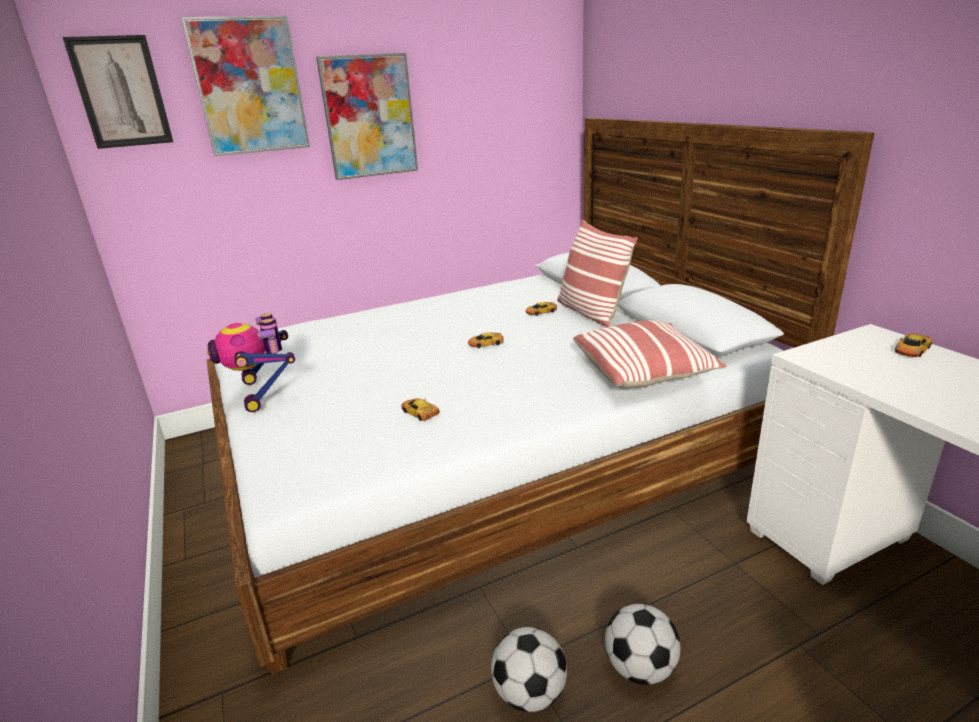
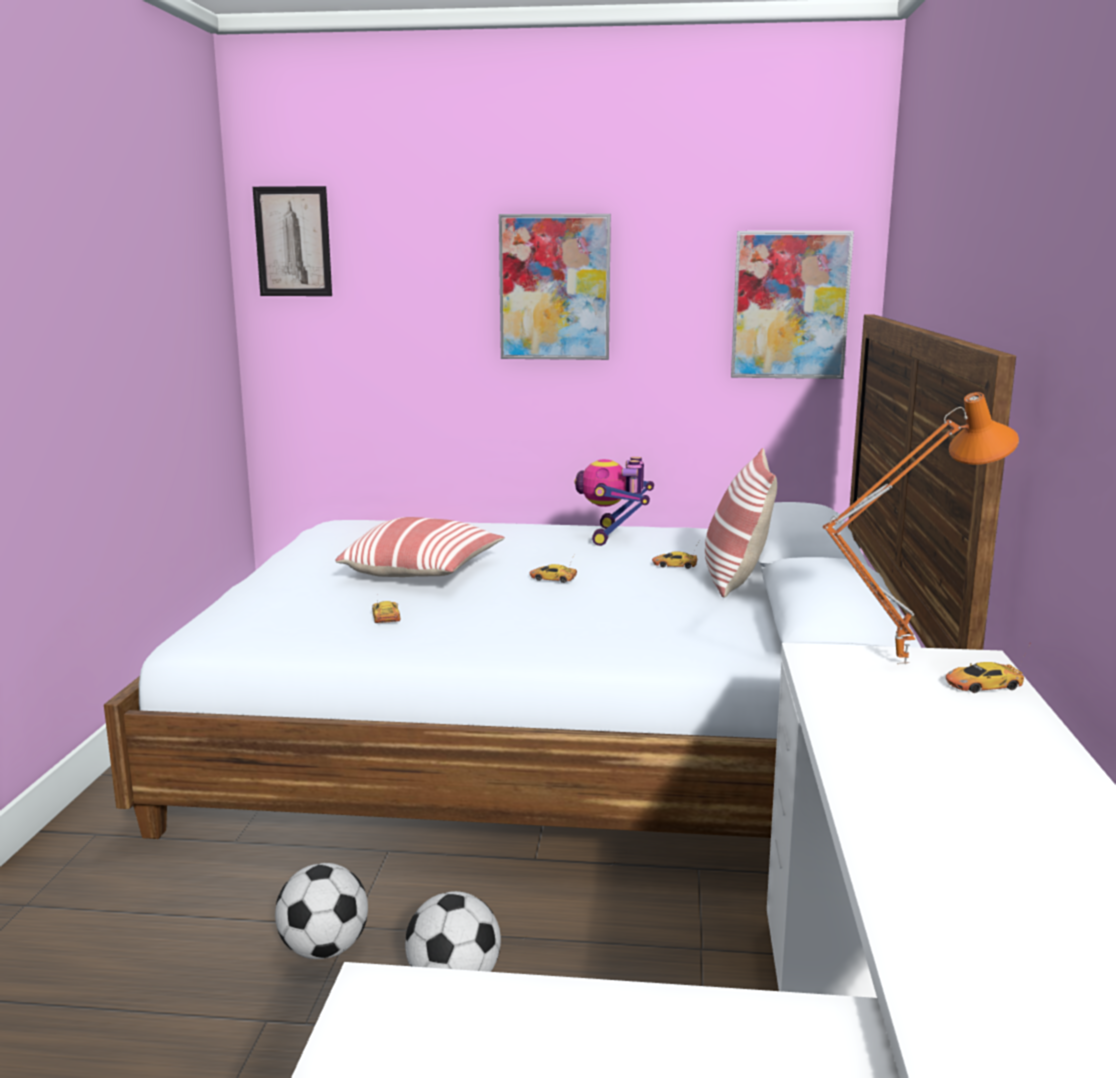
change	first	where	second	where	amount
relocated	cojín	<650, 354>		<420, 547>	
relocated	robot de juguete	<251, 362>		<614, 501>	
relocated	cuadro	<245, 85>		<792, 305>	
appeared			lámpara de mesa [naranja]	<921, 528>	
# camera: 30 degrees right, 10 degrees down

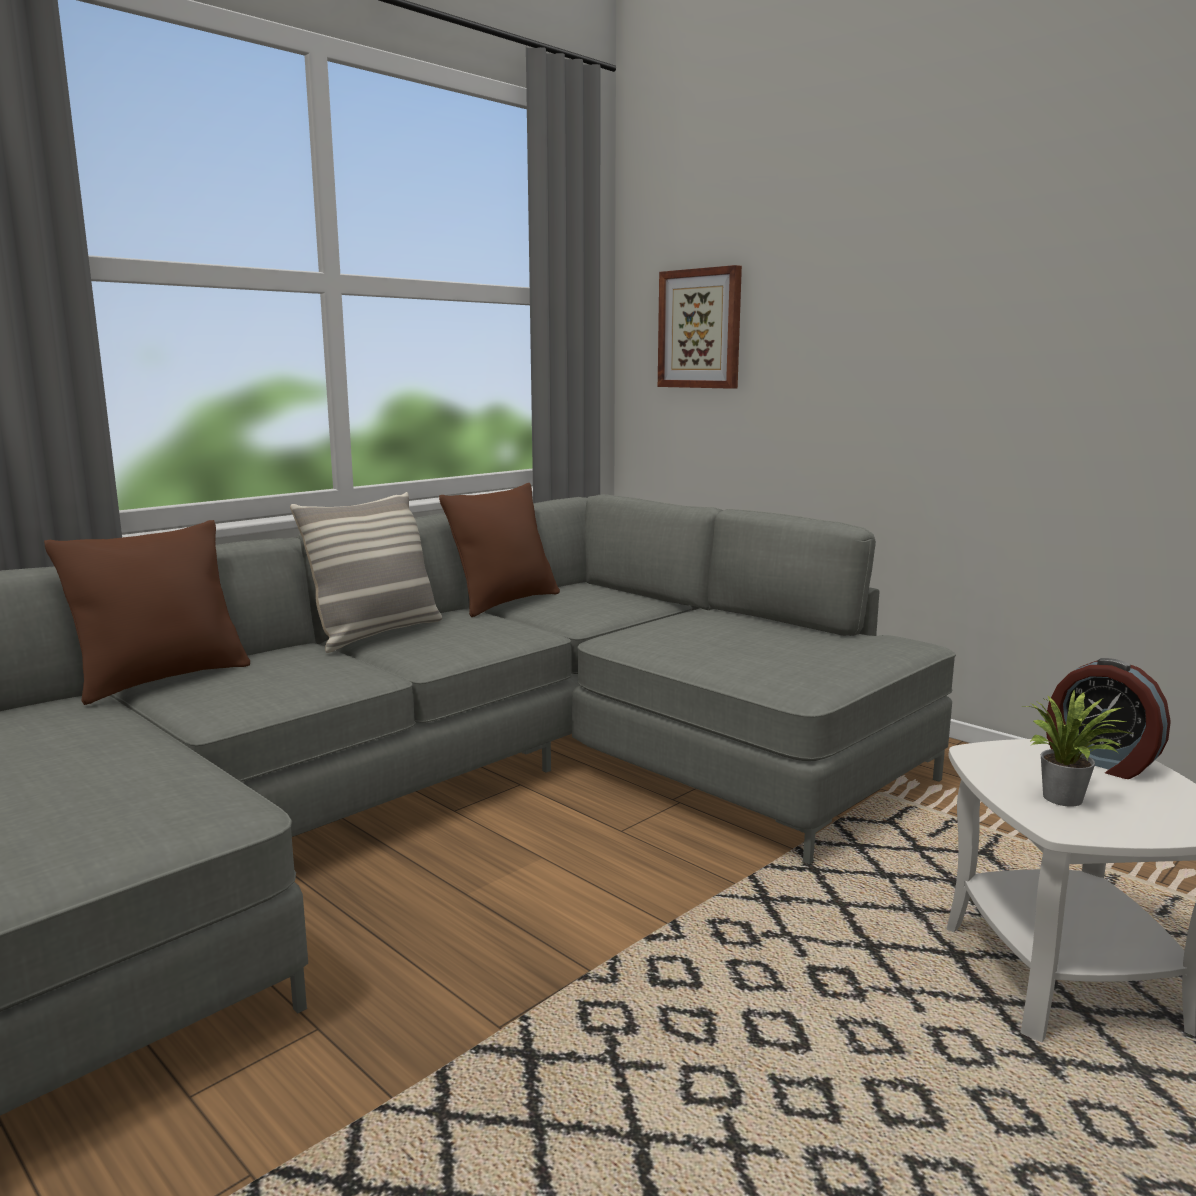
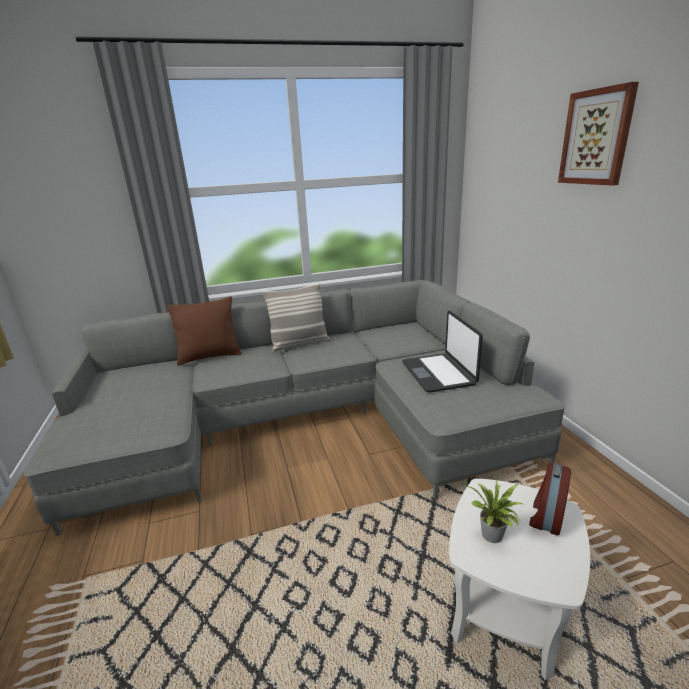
change	first	where	second	where	amount
appeared			portátil	<442, 352>	
spun	despertador	<1108, 718>		<550, 499>	45 degrees clockwise
relocated	cuadro	<700, 327>		<598, 134>	
missing	cojín [marrón]	<499, 550>			
# camera: 30 degrees right, 10 degrees up

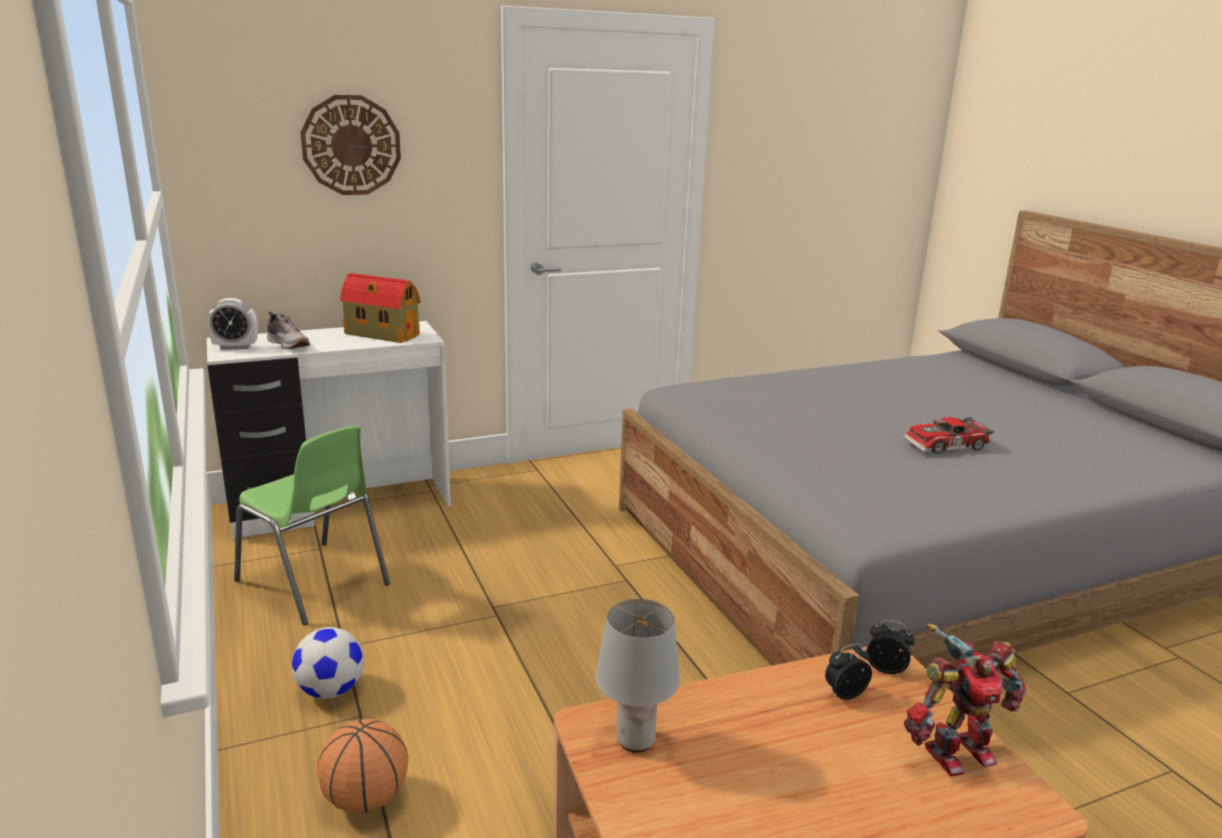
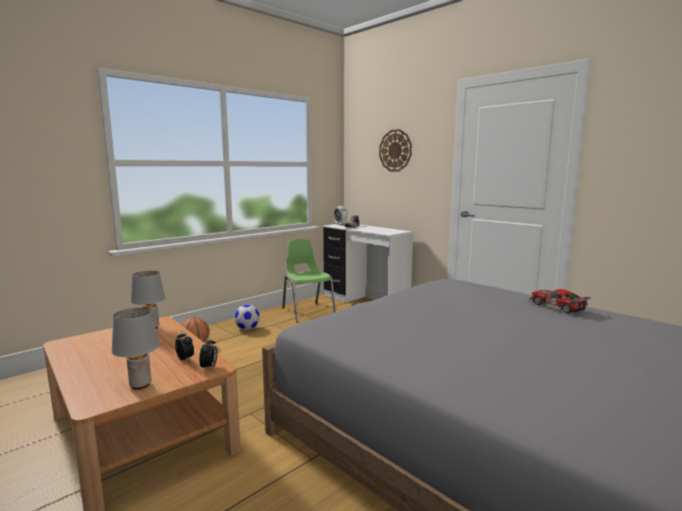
change	first	where	second	where	amount
exchanged	robot de juguete	<965, 700>	lámpara de mesa [gris]	<135, 348>	
spun	silla [verde]	<312, 525>		<309, 281>	135 degrees clockwise
relocated	coche de juguete	<948, 435>		<559, 301>	
missing	casita	<380, 308>			
# camera: 70 degrees right, 10 degrees down

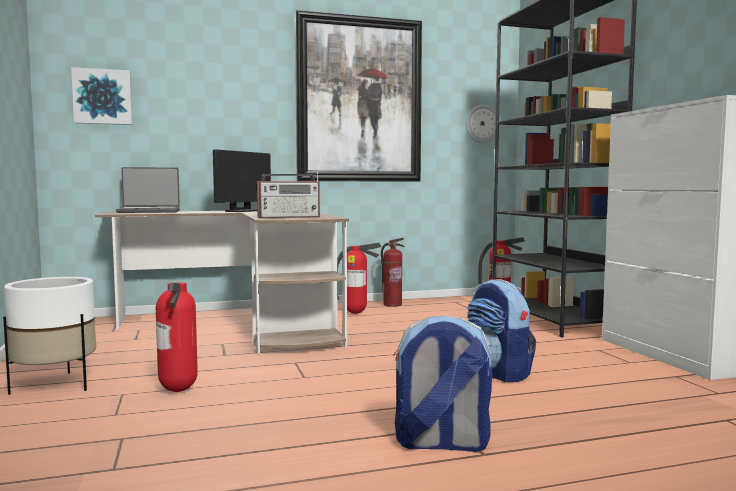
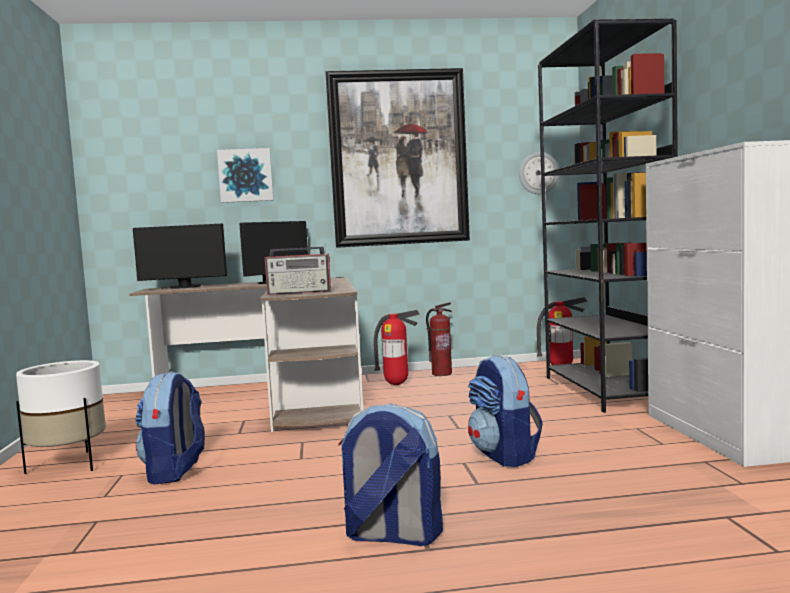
change	first	where	second	where	amount
exchanged	portátil	<148, 190>	monitor	<180, 256>	
exchanged	extintor	<177, 337>	mochila	<170, 428>	
relocated	cuadro	<101, 96>		<245, 175>	
# camera: 10 degrees right, 0 degrees up

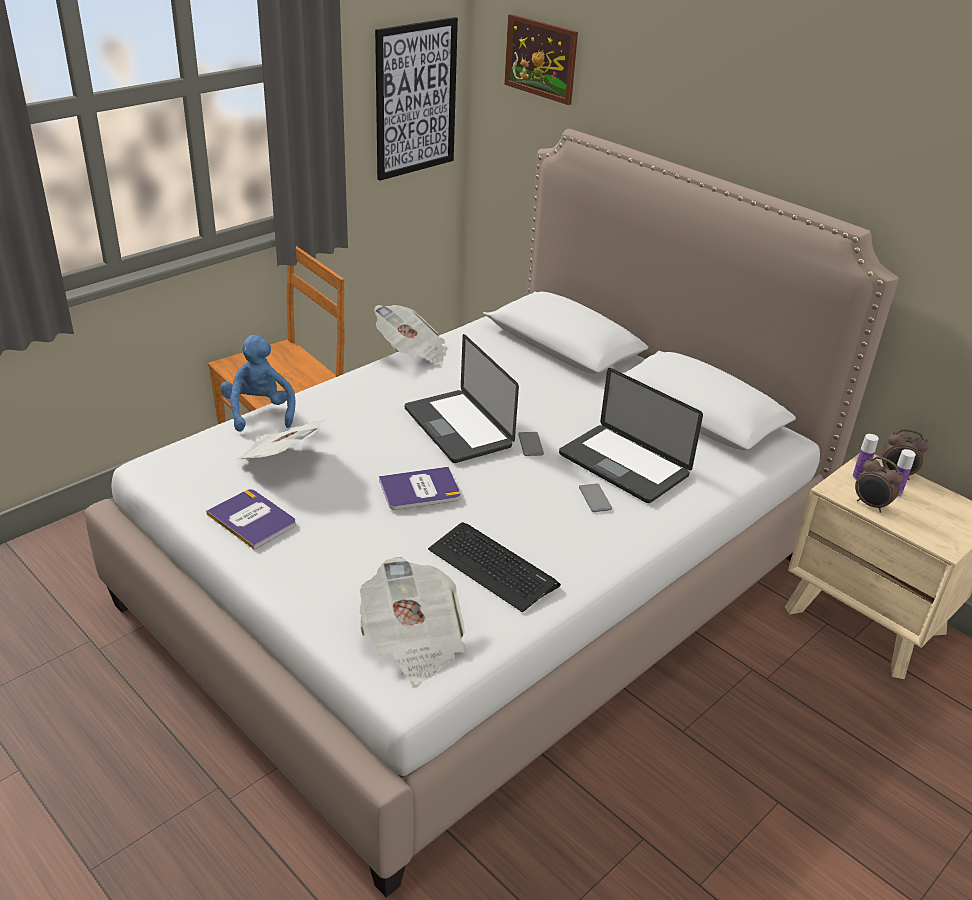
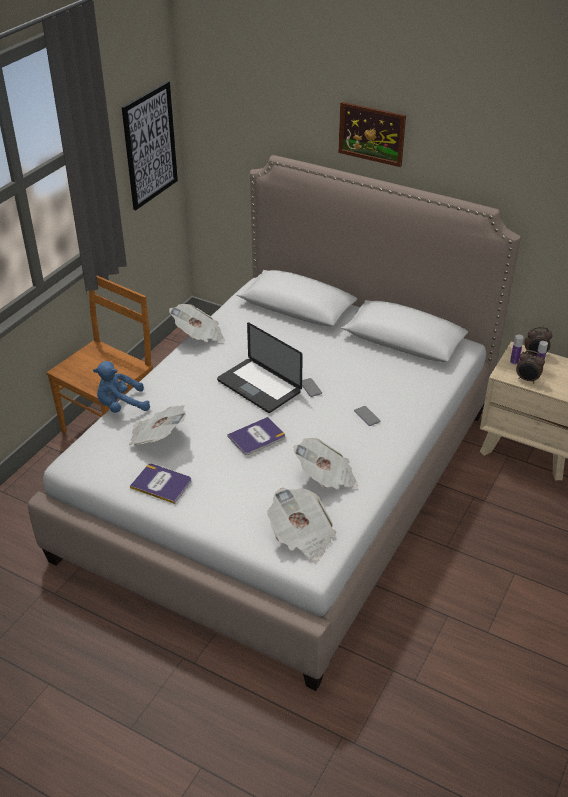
change	first	where	second	where	amount
spun	peluche [azul]	<258, 383>		<121, 387>	75 degrees counterclockwise
exchanged	teclado	<494, 567>	periódico	<325, 464>	
relocated	cuadro	<541, 59>		<372, 134>	
missing	portátil	<631, 435>			
# camera: 15 degrees left, 5 degrees up

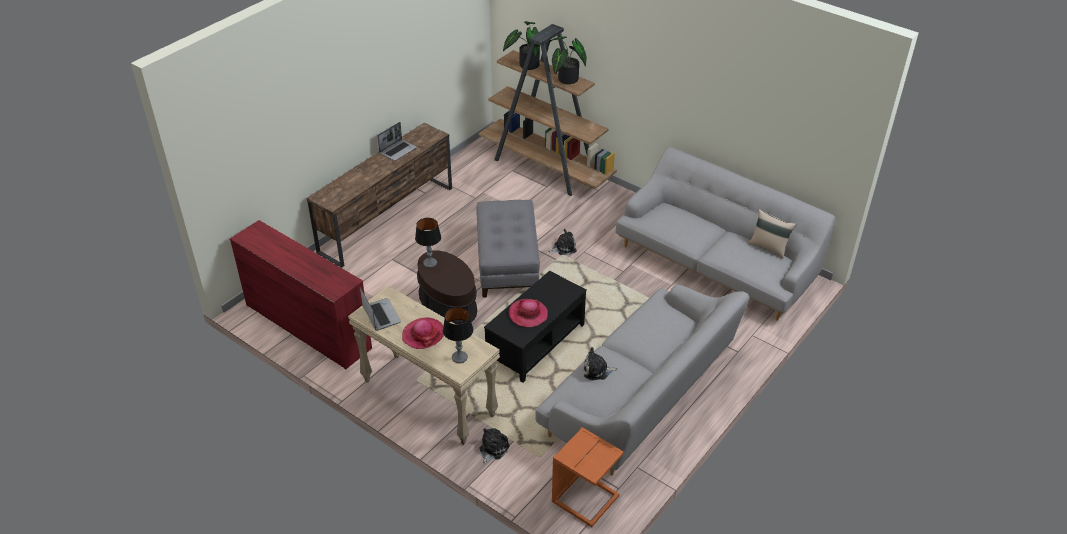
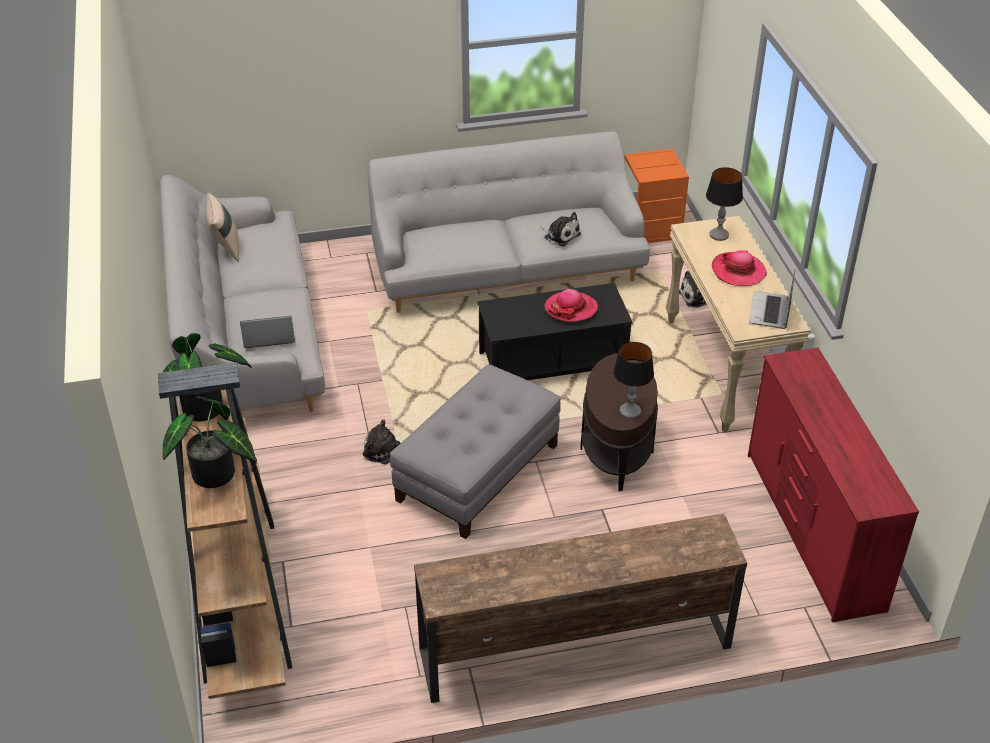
change	first	where	second	where	amount
relocated	portátil	<397, 141>		<267, 332>	
# camera: 140 degrees left, 0 degrees up

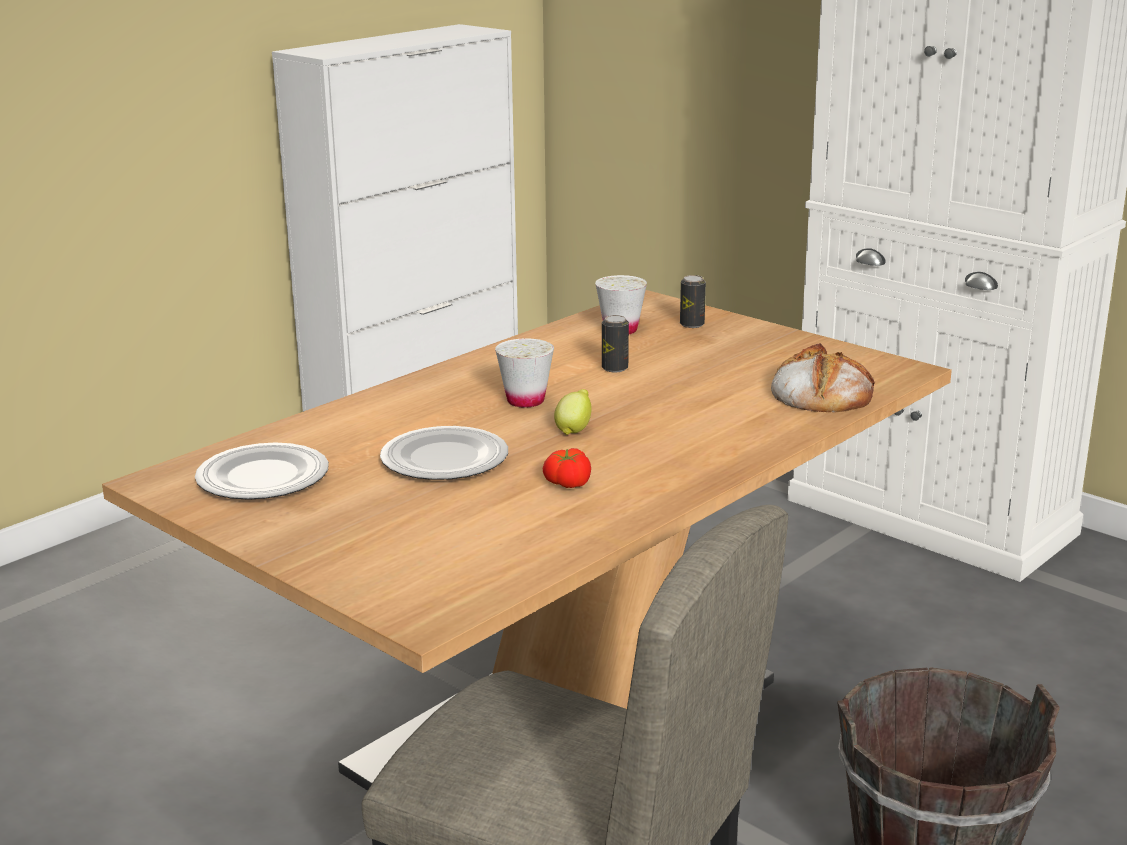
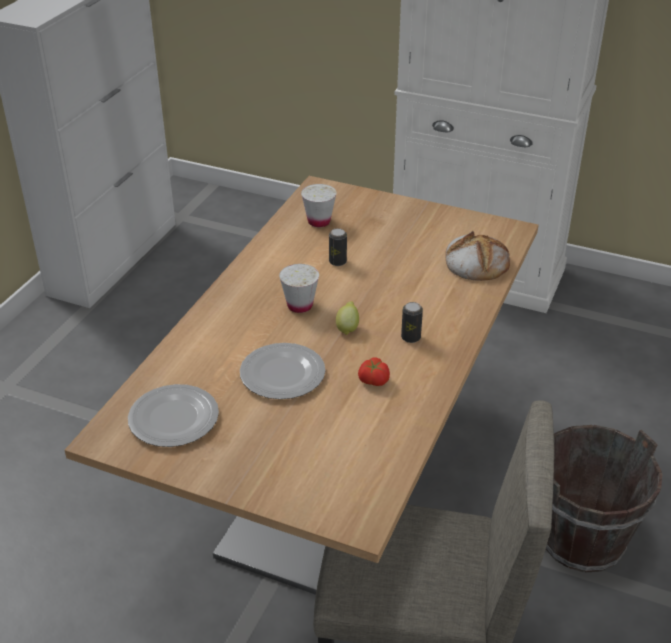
change	first	where	second	where	amount
relocated	lata	<693, 301>		<412, 322>	
# camera: 20 degrees left, 15 degrees up

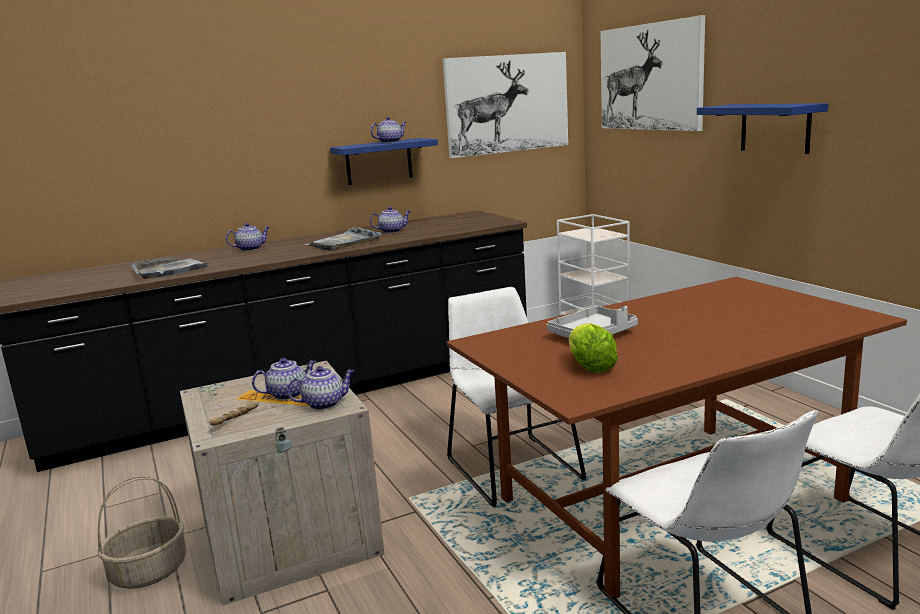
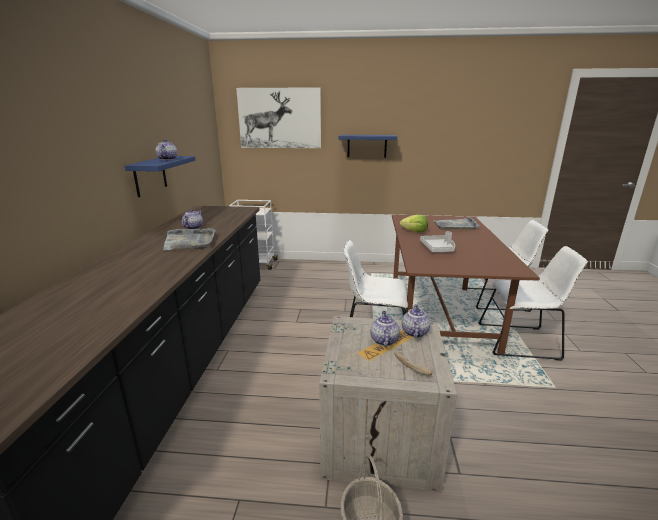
change	first	where	second	where	amount
relocated	lechuga	<593, 348>		<414, 223>	
relocated	bandeja [gris]	<170, 268>		<457, 223>	
missing	tetera	<247, 237>			
missing	cuadro	<505, 105>			
# camera: 60 degrees left, 5 degrees up

